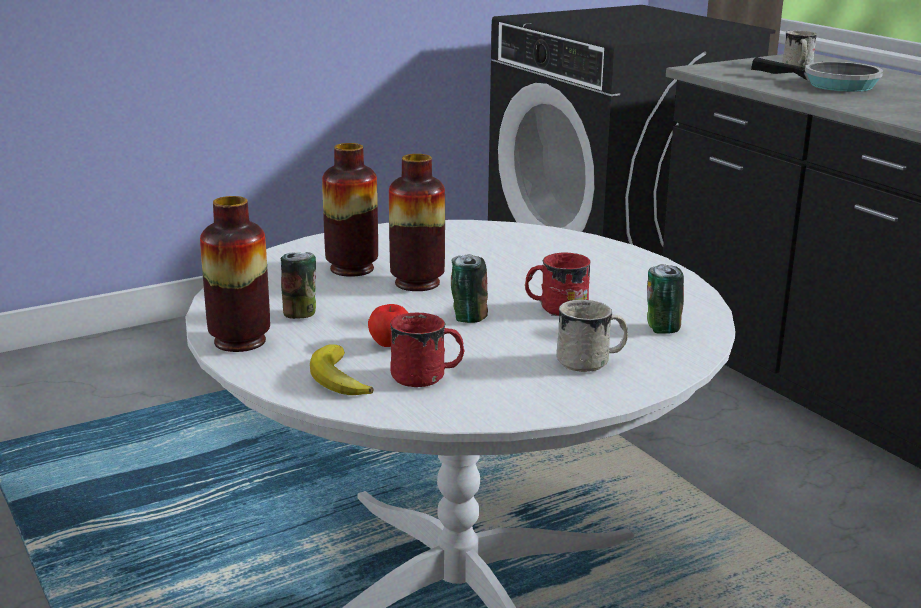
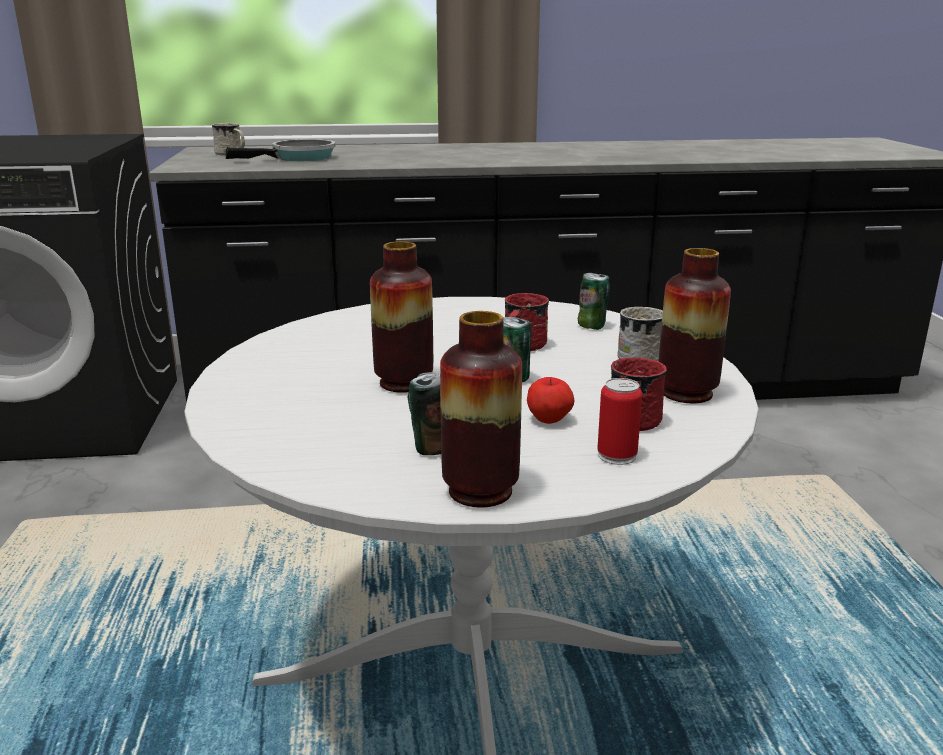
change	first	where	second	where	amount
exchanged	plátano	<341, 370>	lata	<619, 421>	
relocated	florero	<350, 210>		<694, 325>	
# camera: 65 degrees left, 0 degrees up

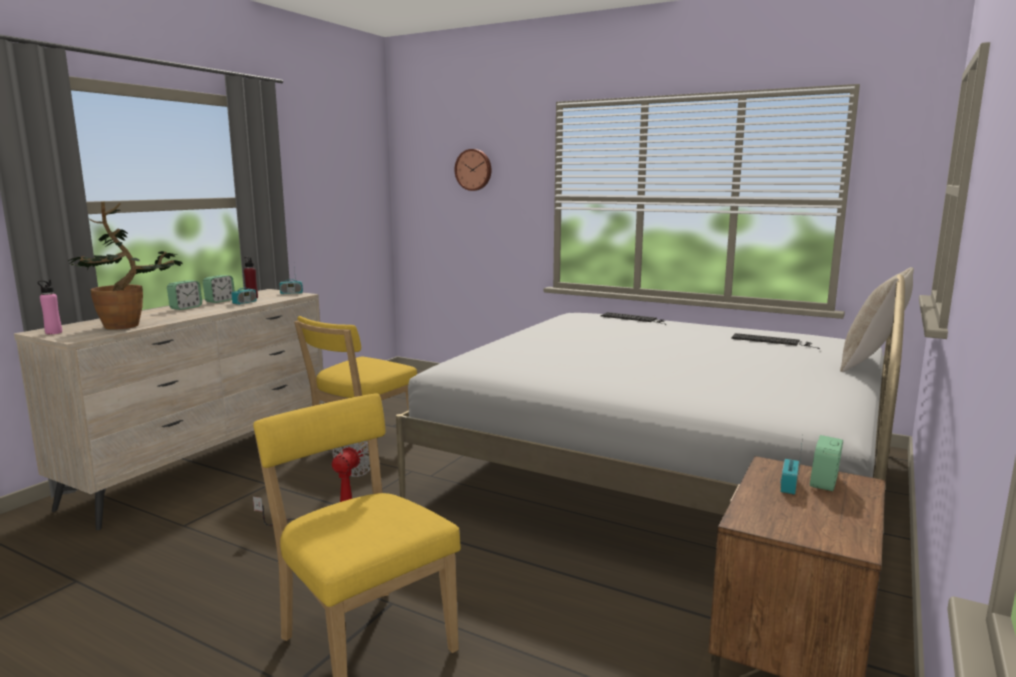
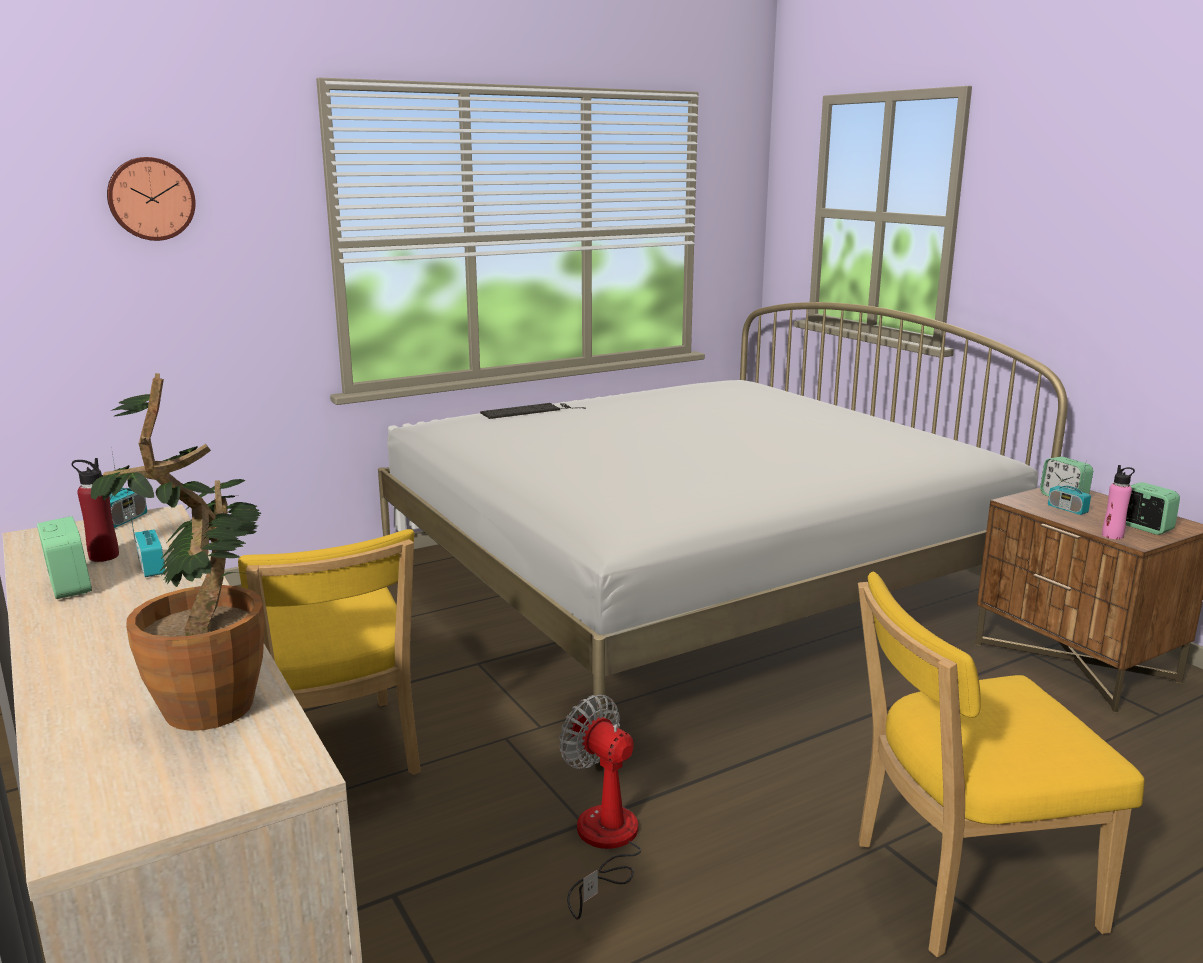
change	first	where	second	where	amount
relocated	botella [rosa]	<50, 307>		<1118, 502>	
relocated	despertador	<184, 295>		<1153, 508>	
missing	teclado	<775, 341>			
missing	cojín [beis]	<877, 319>			
# camera: 60 degrees left, 5 degrees up

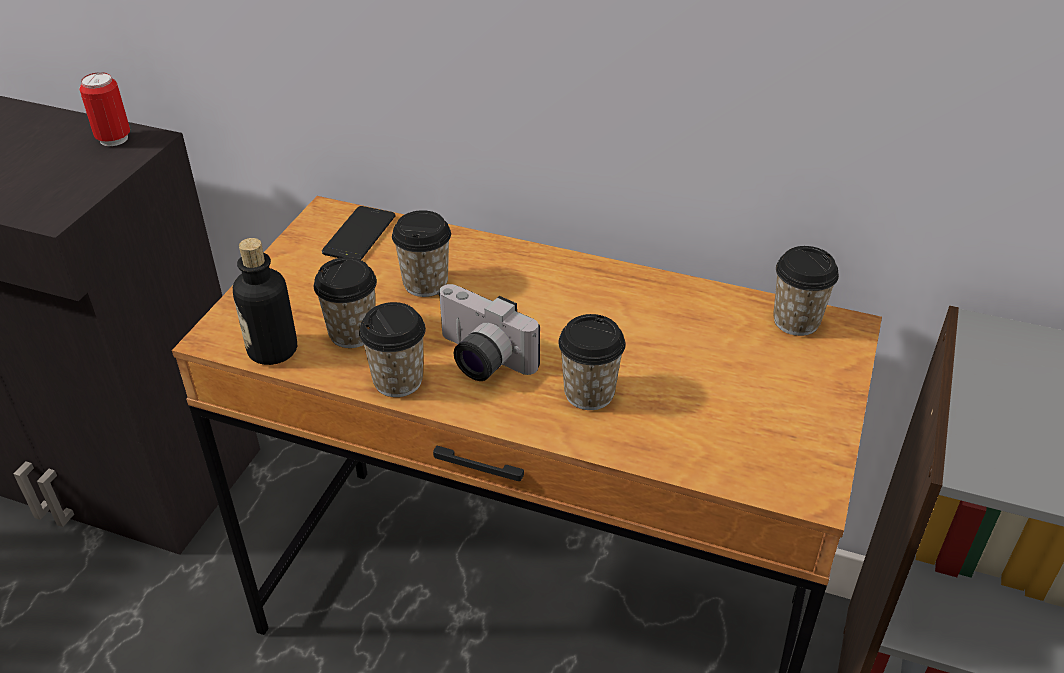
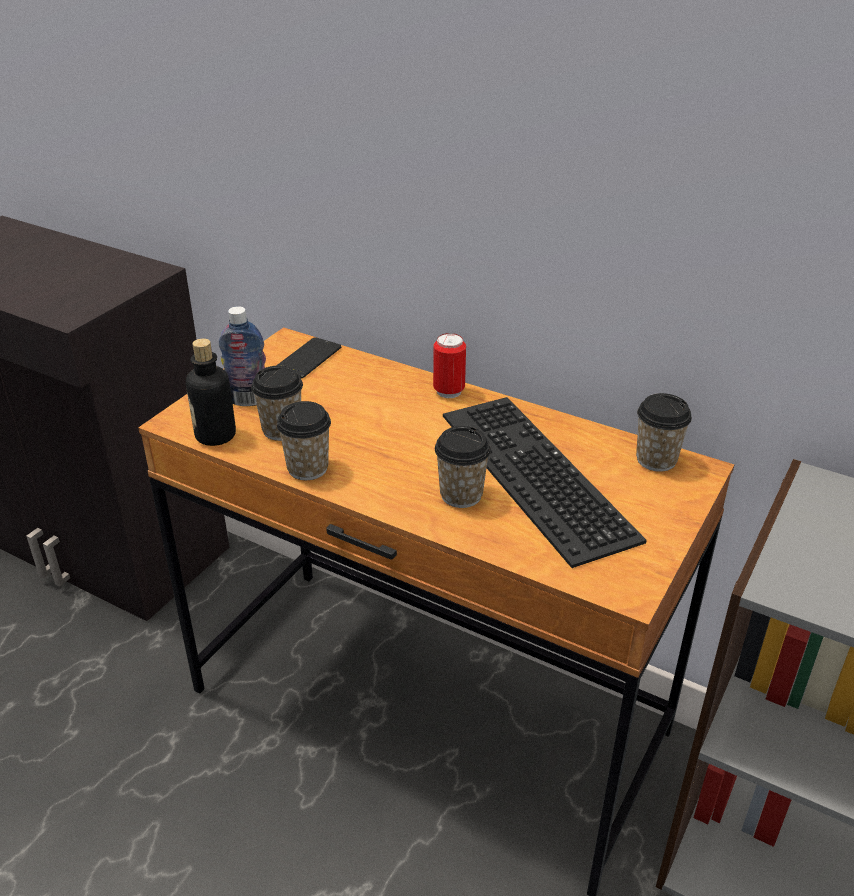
change	first	where	second	where	amount
appeared			botella	<242, 356>	
relocated	lata	<104, 109>		<449, 365>	
appeared			teclado	<545, 482>	
missing	taza	<421, 253>			
missing	cámara	<488, 332>			
# camera: 10 degrees right, 5 degrees down

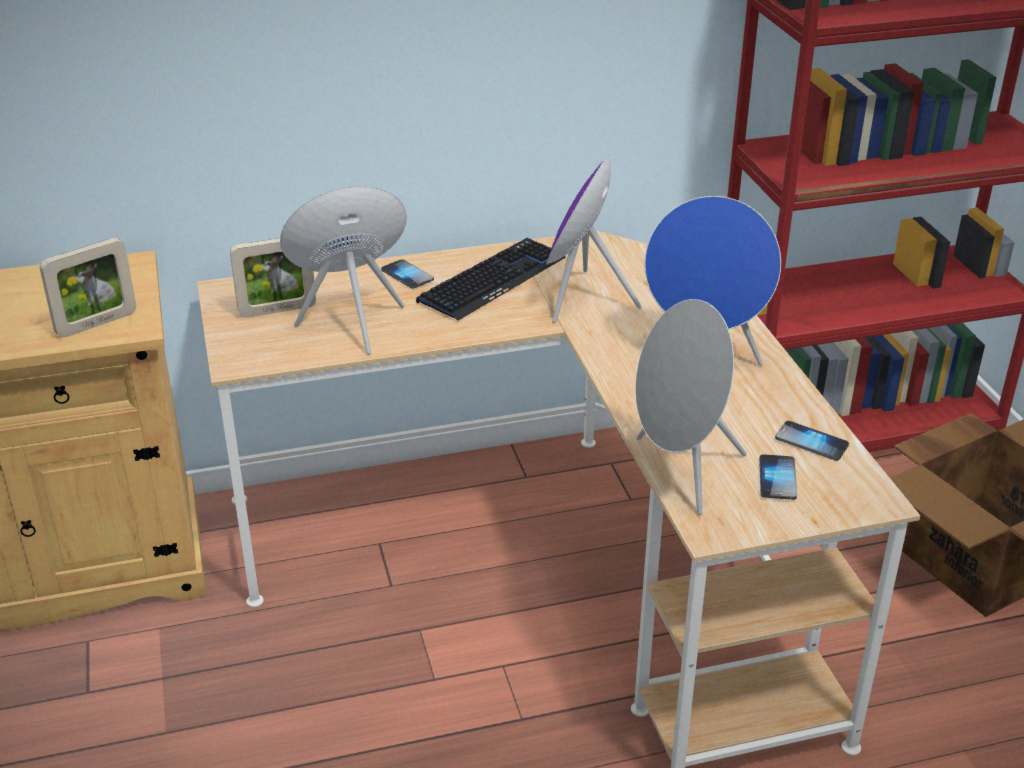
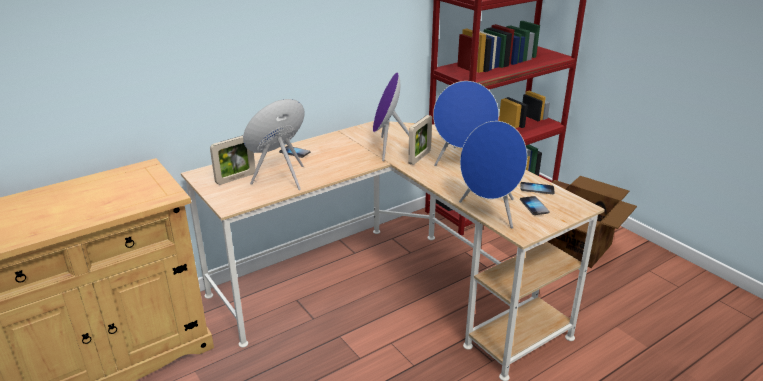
change	first	where	second	where	amount
relocated	portarretratos	<88, 288>		<420, 140>	
colour	altavoz [gris]	<691, 407>	altavoz [azul]	<493, 174>	
missing	teclado	<491, 279>			
# camera: 20 degrees left, 5 degrees down

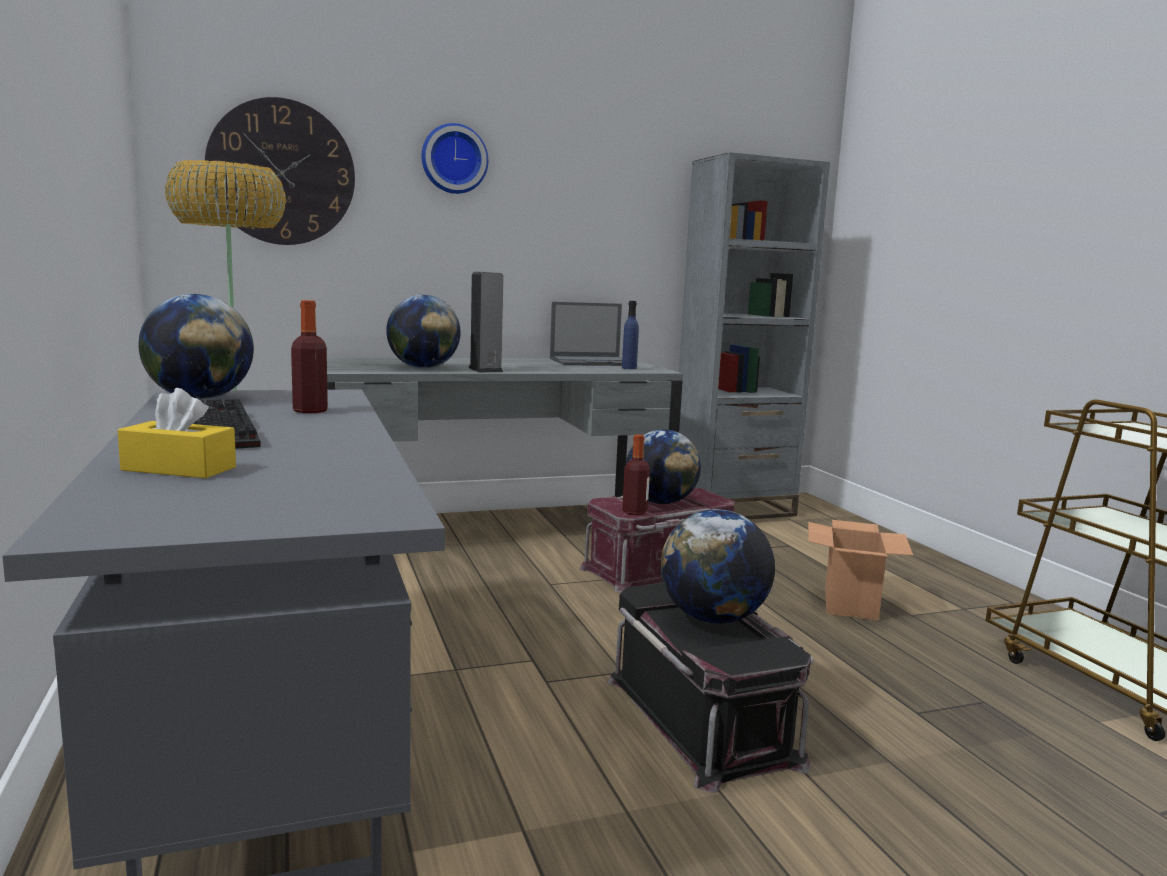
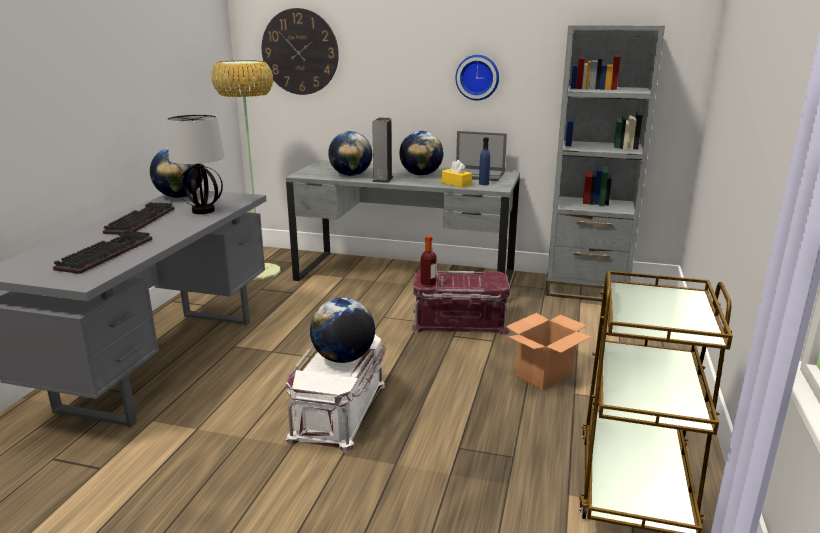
change	first	where	second	where	amount
appeared			teclado	<102, 252>	
exchanged	botella	<309, 356>	lámpara de mesa	<196, 164>	
colour	caja de almacenaje [negro]	<710, 688>	caja de almacenaje [blanco]	<336, 394>	
relocated	globo terráqueo	<663, 466>		<421, 153>	
relocated	caja de pañuelos [amarillo]	<177, 433>		<456, 174>	
relocated	reloj de pared	<455, 158>		<477, 77>	
# camera: 35 degrees right, 10 degrees up

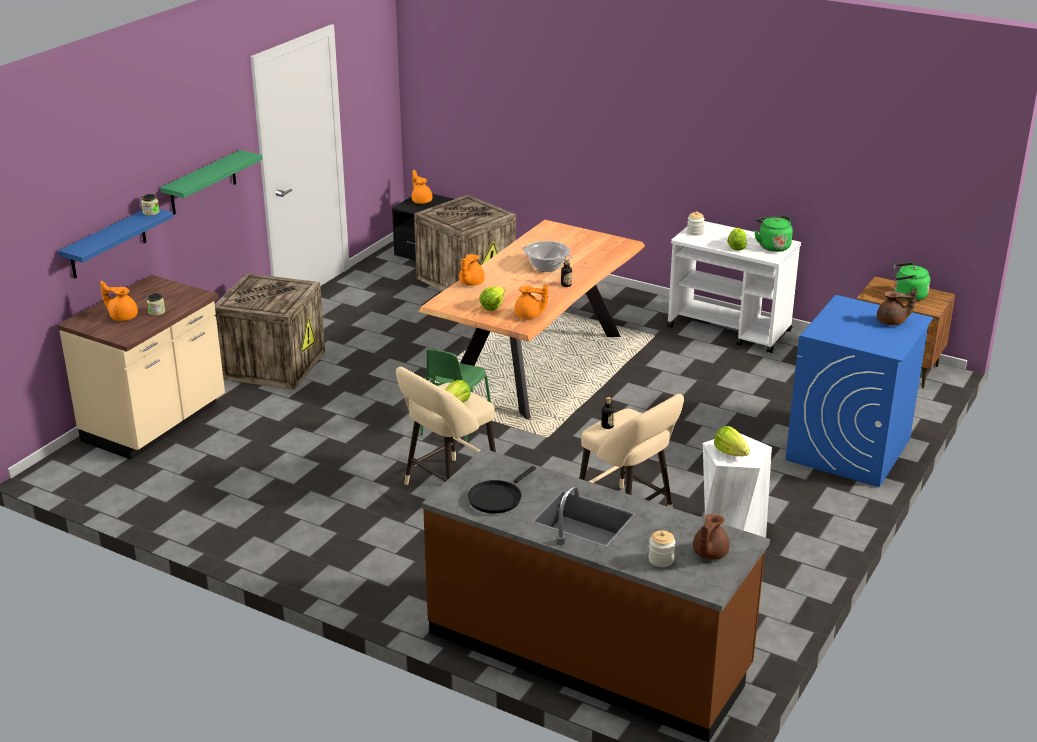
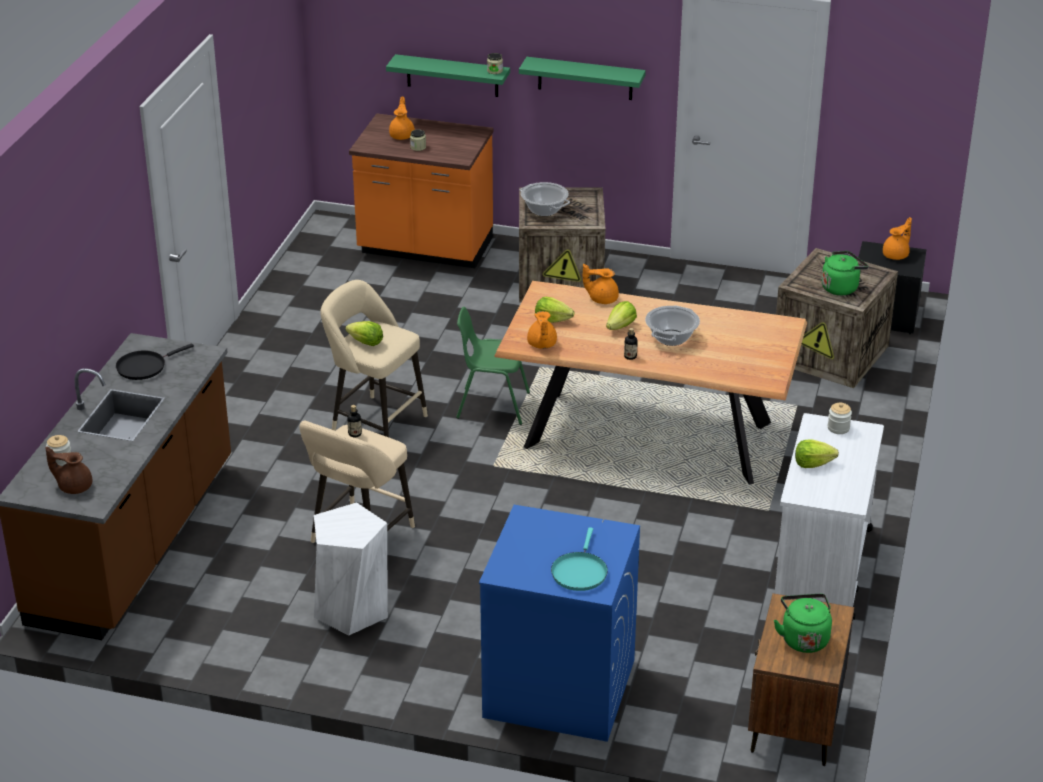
change	first	where	second	where	amount
spun	sartén [negro]	<502, 489>		<155, 361>	60 degrees counterclockwise
colour	mueble bajo de cocina [beis]	<141, 367>	mueble bajo de cocina [naranja]	<421, 191>	
colour	estante [azul]	<115, 244>	estante [verde]	<448, 75>	
appeared			olla	<545, 199>	
exchanged	tetera [marrón]	<897, 306>	sartén [turquesa]	<579, 559>	
relocated	lechuga	<732, 441>		<621, 315>	
relocated	hervidor [verde]	<774, 234>		<845, 273>	
# camera: 75 degrees right, 5 degrees up

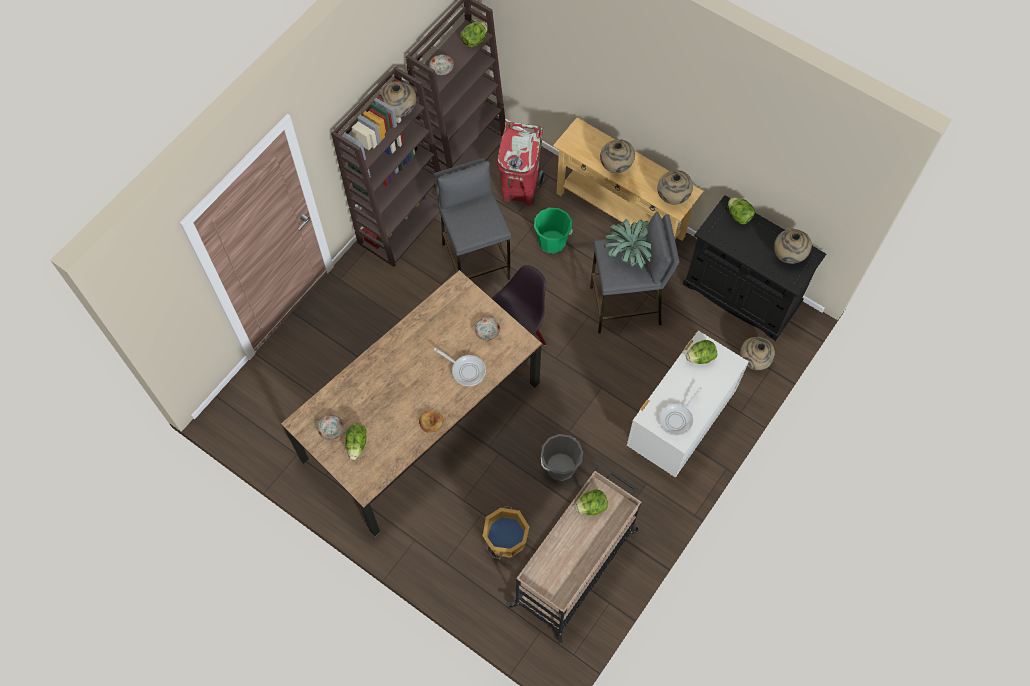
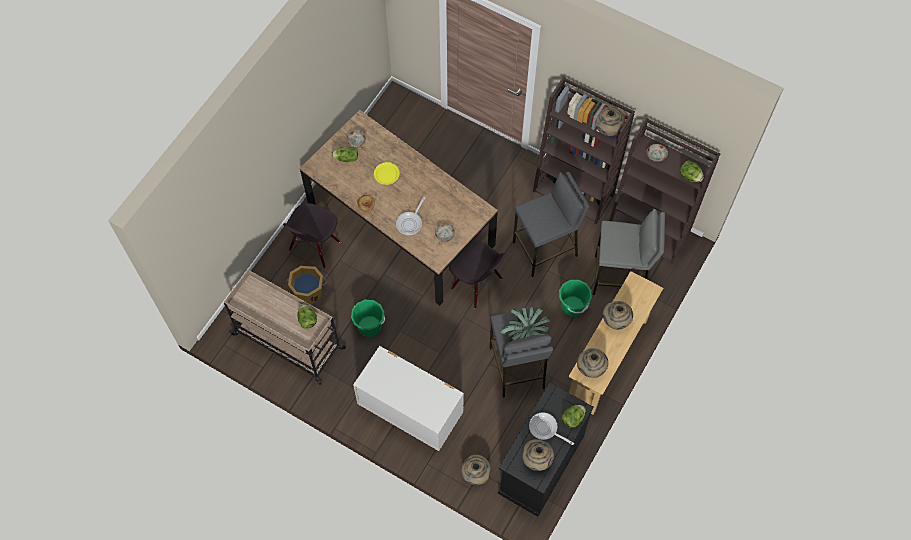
change	first	where	second	where	amount
appeared			silla [negro]	<311, 236>	
colour	cubo [gris]	<562, 457>	cubo [verde]	<368, 318>	
appeared			plato [amarillo]	<387, 173>	
relocated	sartén	<680, 411>		<551, 428>	
exchanged	papelera [rojo]	<520, 164>	taburete [gris]	<629, 252>	
missing	lechuga	<701, 352>			
# camera: 85 degrees right, 0 degrees up

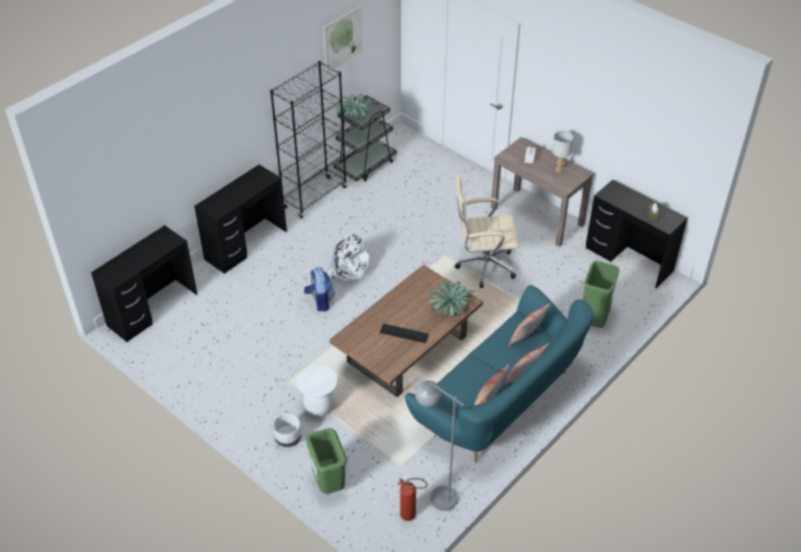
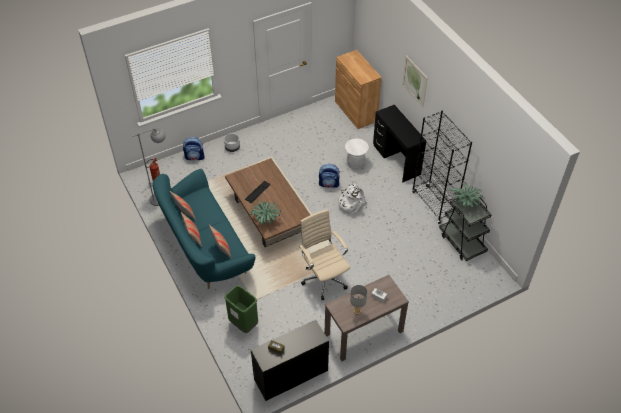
change	first	where	second	where	amount
exchanged	papelera [verde]	<326, 461>	mochila	<194, 149>	
spun	silla de oficina [beis]	<487, 231>		<324, 254>	45 degrees counterclockwise
exchanged	escritorio [negro]	<144, 283>	armario [marrón]	<358, 89>	
relocated	taburete [blanco]	<317, 390>		<357, 154>	
relocated	cuadro	<342, 39>		<415, 81>	
# camera: 110 degrees right, 5 degrees up

